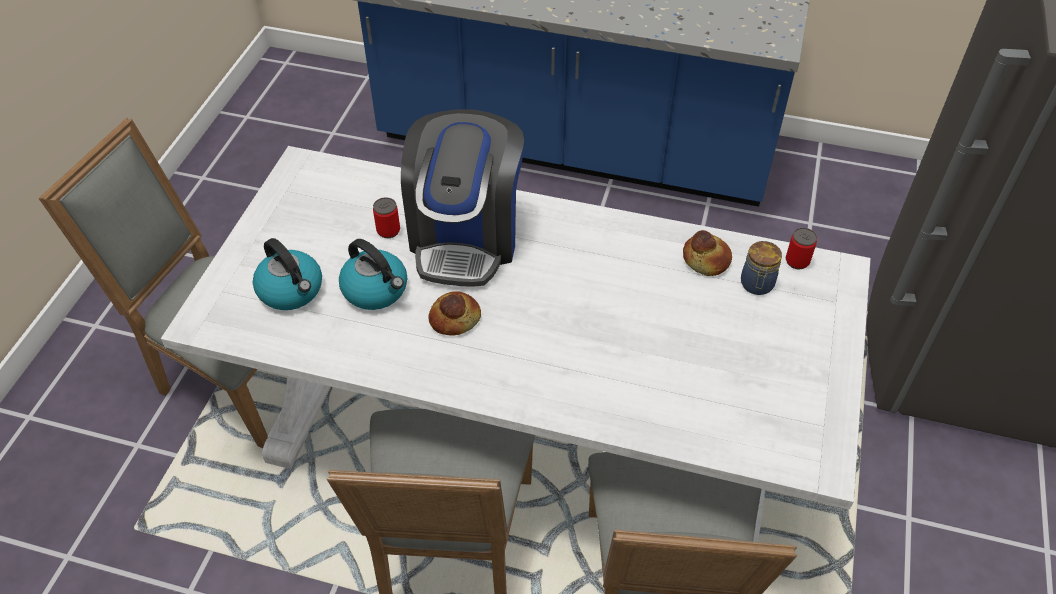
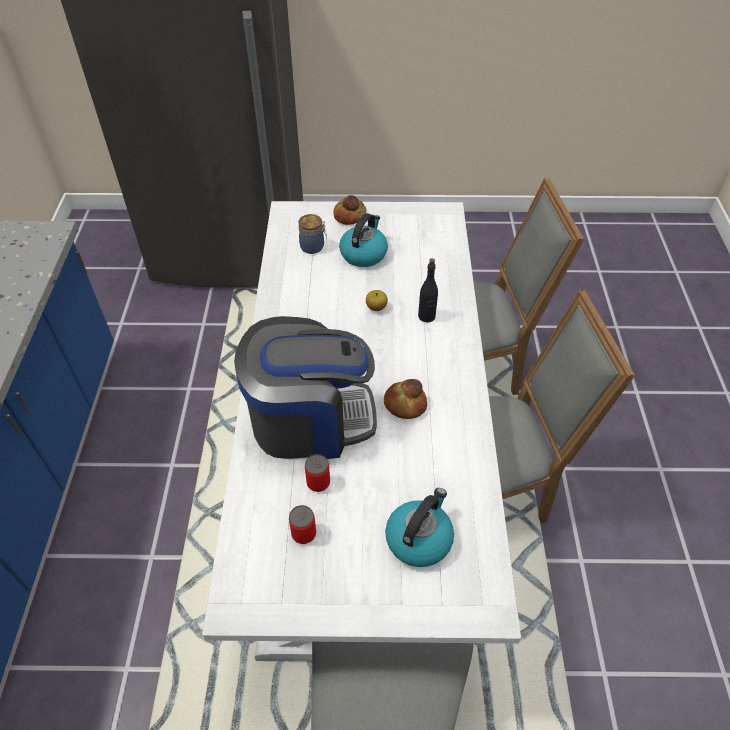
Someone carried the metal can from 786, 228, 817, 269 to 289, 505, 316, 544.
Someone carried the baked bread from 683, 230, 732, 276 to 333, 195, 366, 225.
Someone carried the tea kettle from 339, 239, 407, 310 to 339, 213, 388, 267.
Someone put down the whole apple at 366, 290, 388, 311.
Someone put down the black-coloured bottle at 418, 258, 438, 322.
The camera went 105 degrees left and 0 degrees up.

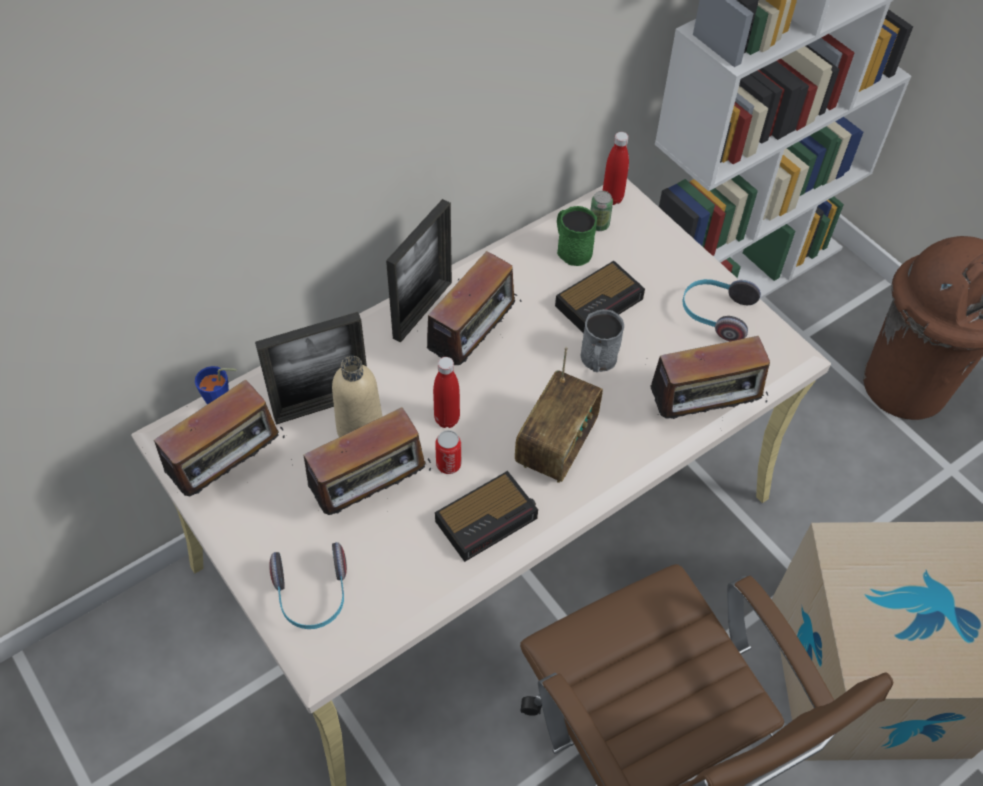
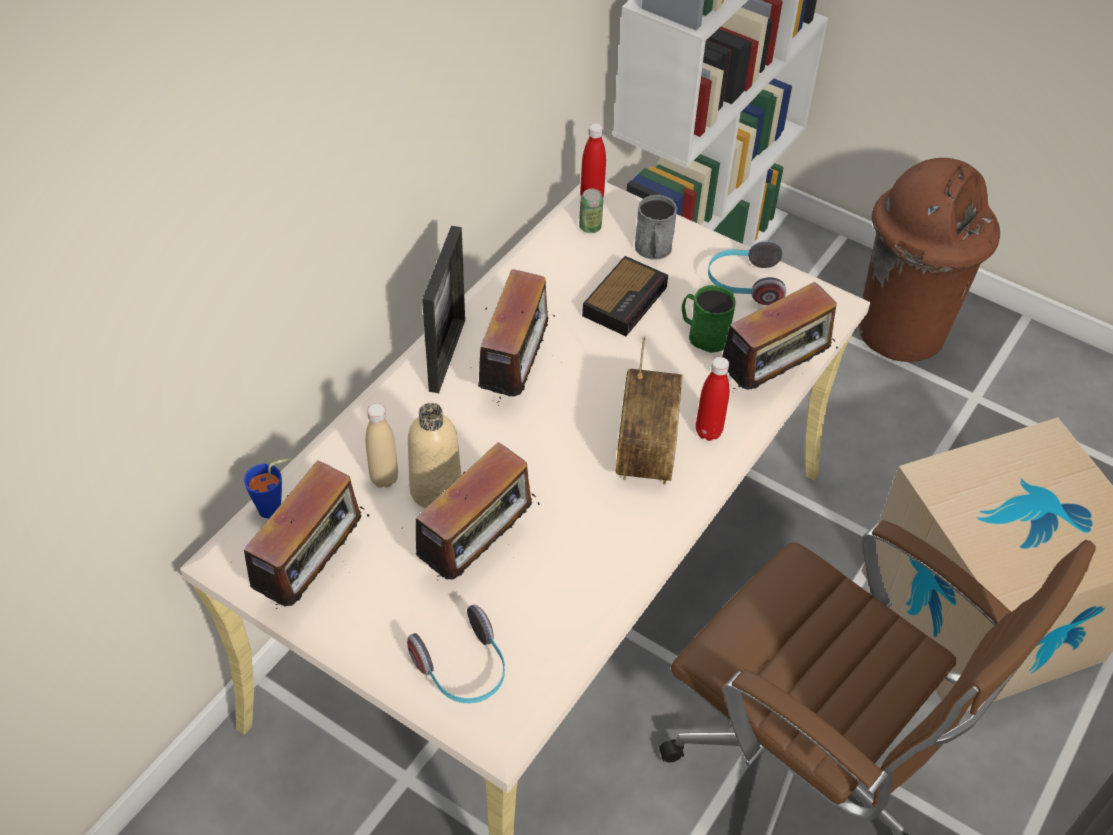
Someone swapped the standing frame at 255, 312, 367, 425 for the beige-coloured bottle at 365, 403, 398, 488.
Someone carried the grey mug from 580, 309, 624, 372 to 635, 195, 677, 260.
Someone carried the green-coloured mug from 557, 206, 597, 266 to 682, 285, 735, 353.
Someone carried the reddish bottle from 433, 357, 460, 428 to 696, 357, 729, 441.
Someone took away the metal can at 435, 430, 461, 474.
Someone took away the bedside clock at 435, 471, 538, 562.
The camera went 20 degrees left and 5 degrees down.

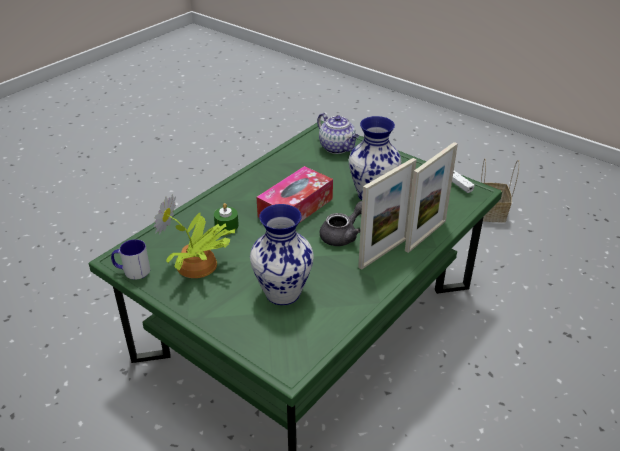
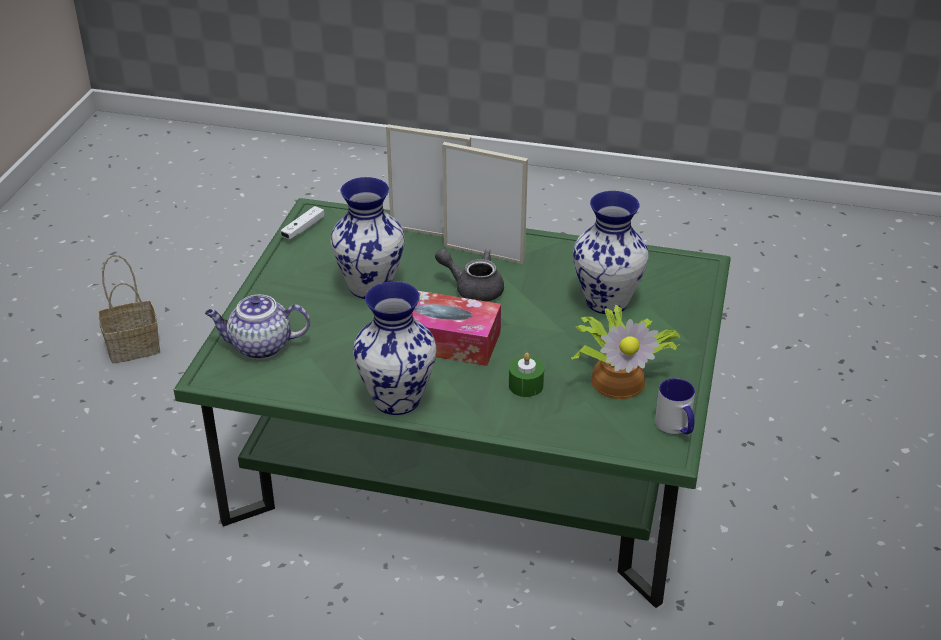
Someone rotated the tea pot at 317, 113, 359, 154 by 120 degrees counterclockwise.
Someone put down the vase at 353, 281, 436, 415.
The camera went 115 degrees left and 0 degrees up.

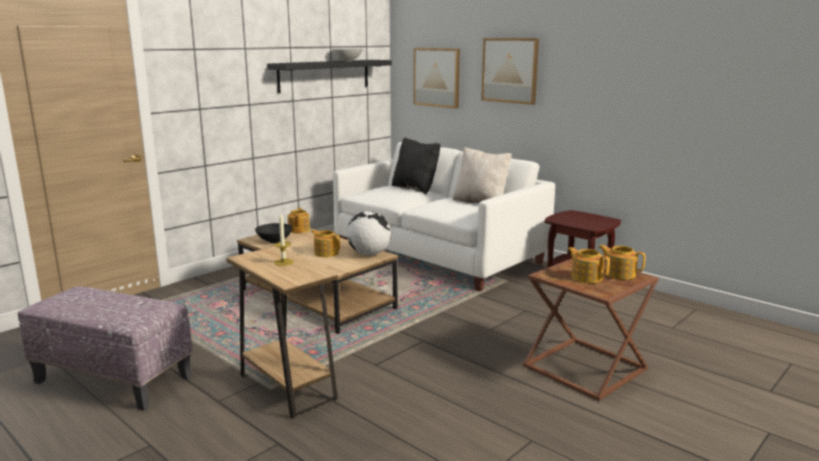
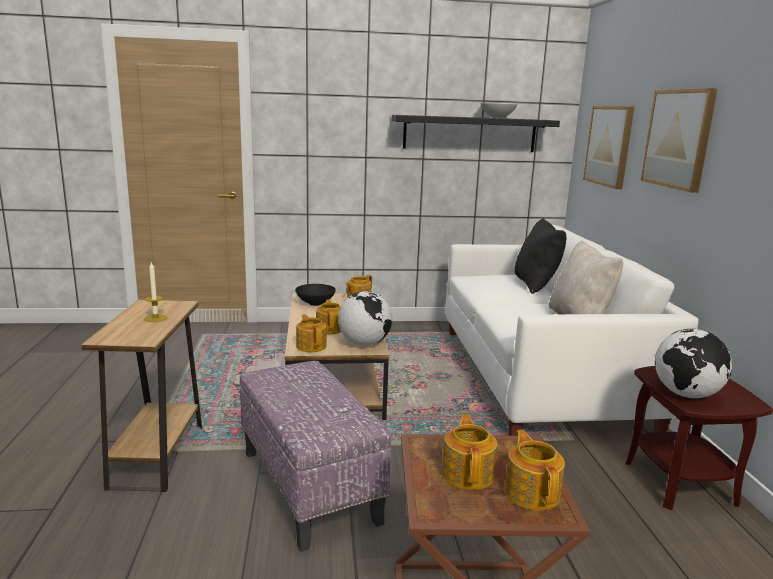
Someone carried the footrest from 18, 286, 193, 411 to 240, 361, 392, 552.
Someone put down the tea pot at 296, 314, 327, 352.
Someone put down the world globe at 655, 329, 732, 398.
The camera went 40 degrees right and 0 degrees up.

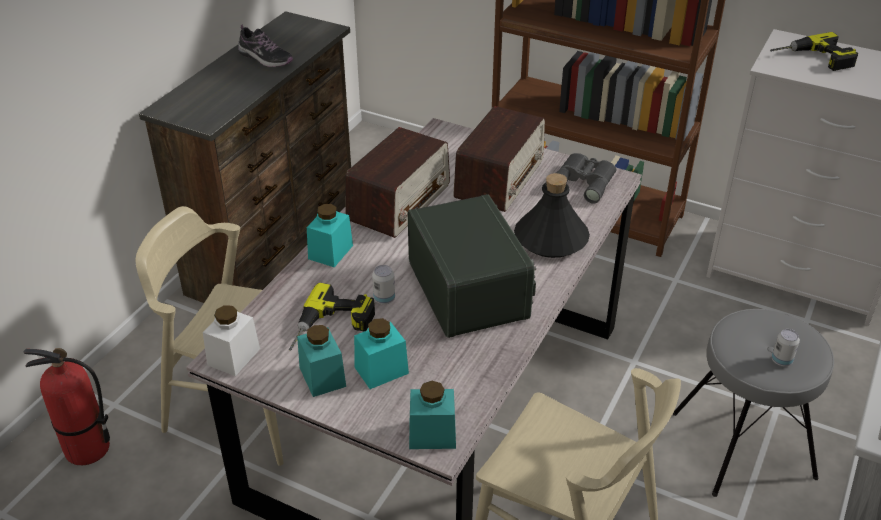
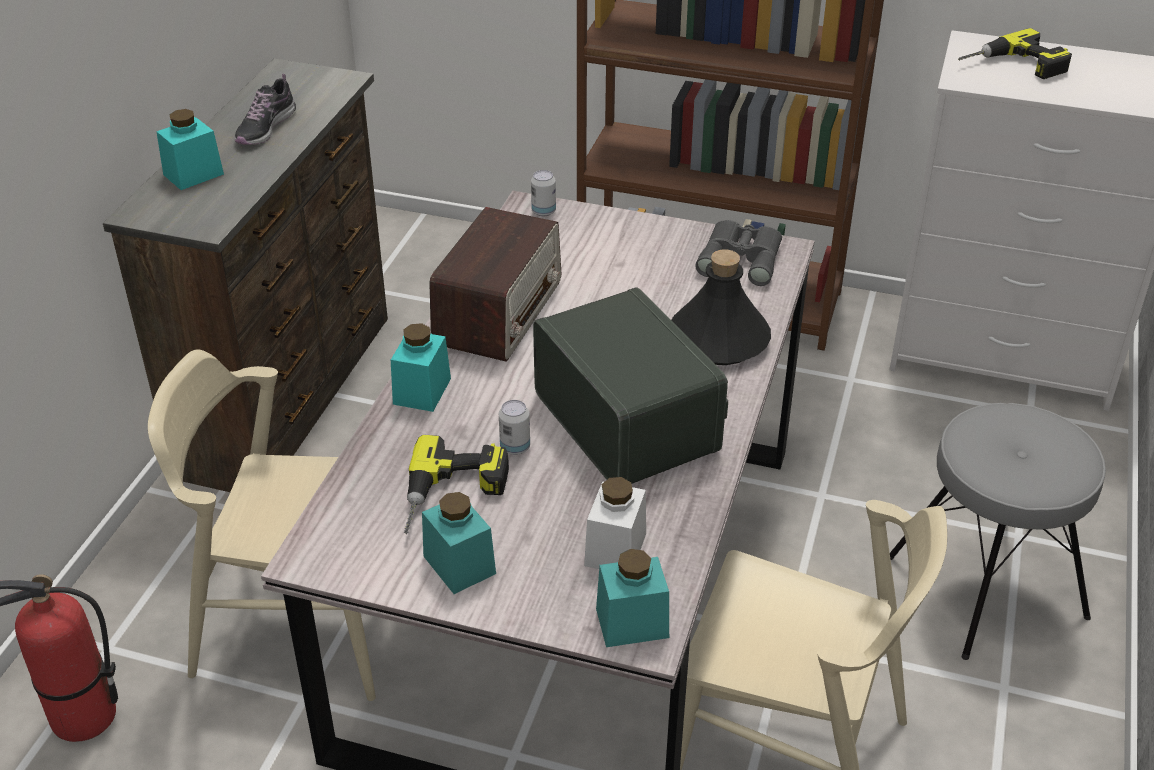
Someone carried the turquoise-coloured storage jar from 354, 318, 409, 389 to 156, 109, 224, 190.
Someone rotated the shoe at 238, 24, 293, 67 by 90 degrees clockwise.
Someone carried the metal can from 772, 329, 800, 366 to 531, 170, 556, 216.
Someone carried the white-coloured storage jar from 203, 305, 260, 376 to 584, 477, 646, 569.
Someone took away the radio receiver at 453, 106, 545, 212.
The camera went 10 degrees left and 0 degrees up.

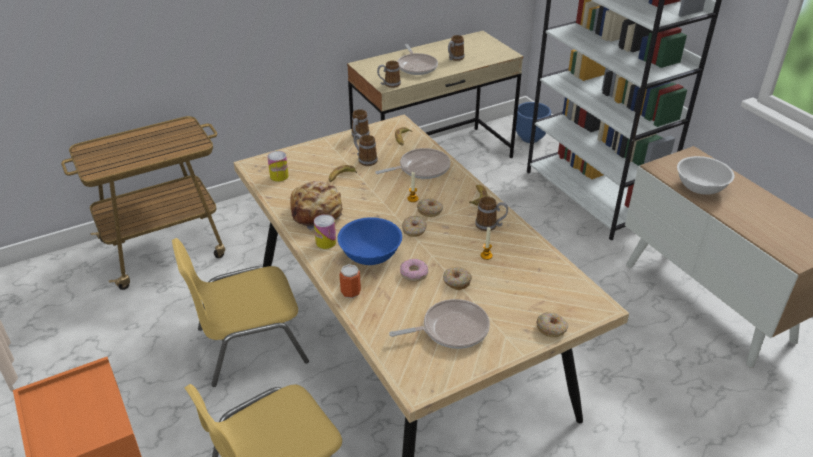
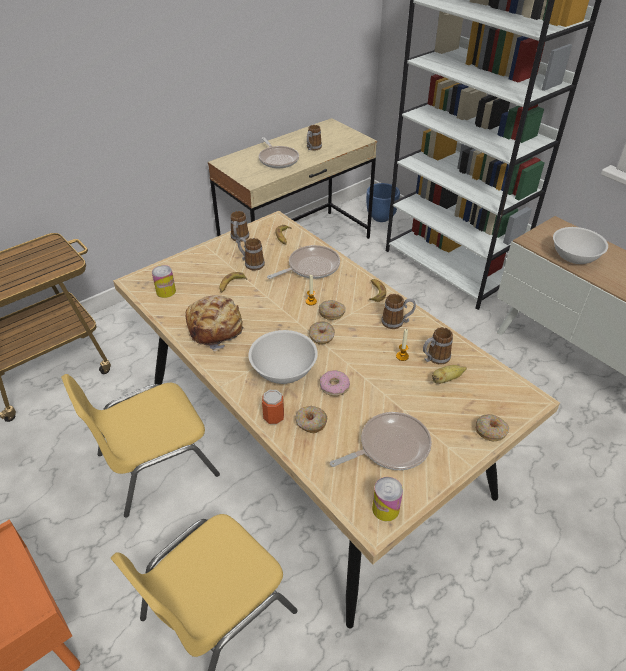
Someone repainted the blue bowl at 337, 217, 402, 265, which became the white-coloured bowl at 248, 330, 318, 384.
Someone carried the ring doughnut from 443, 267, 472, 290 to 295, 406, 327, 433.
Someone carried the metal can from 314, 214, 336, 249 to 372, 477, 403, 521.
Someone carried the mug from 377, 61, 401, 88 to 423, 327, 453, 365.
Someone put down the whole banana at 432, 365, 467, 384.
The camera went 10 degrees left and 5 degrees up.

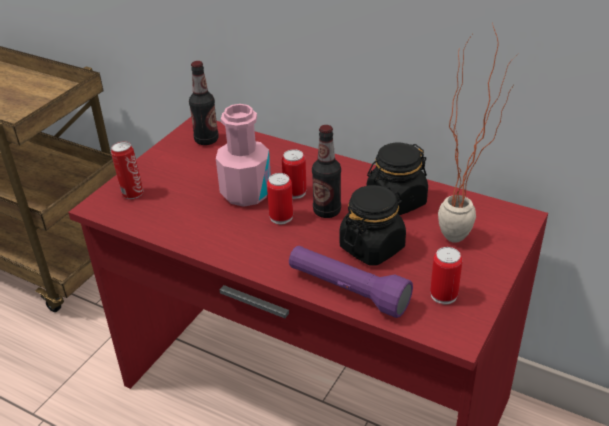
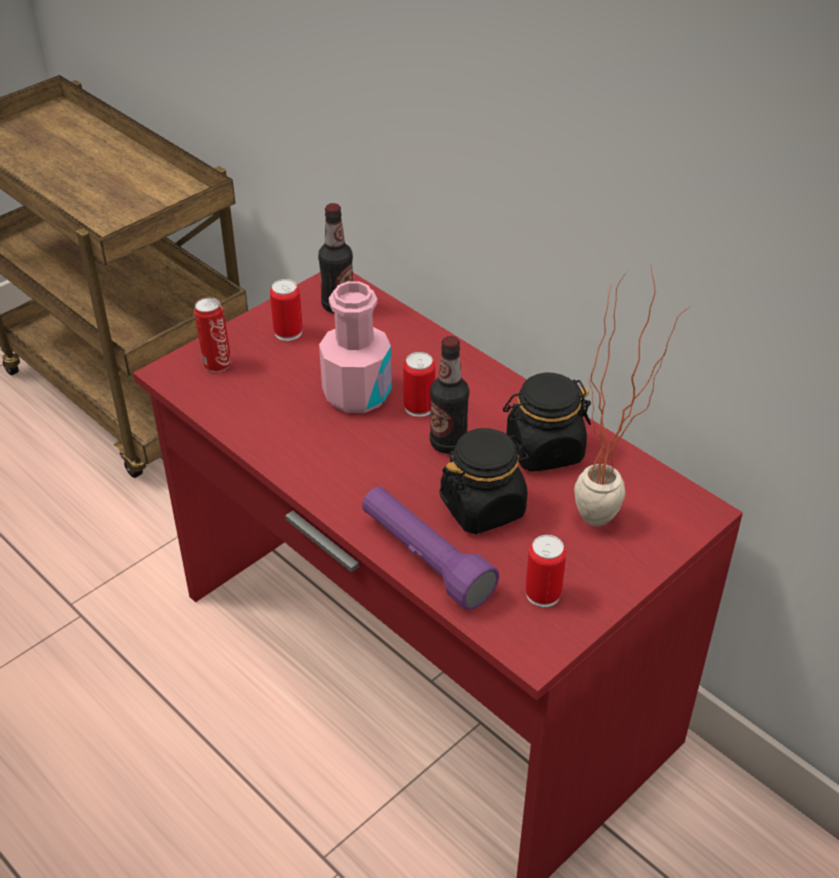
Someone carried the metal can from 267, 173, 293, 224 to 270, 279, 303, 341.
The camera went 15 degrees right and 5 degrees up.

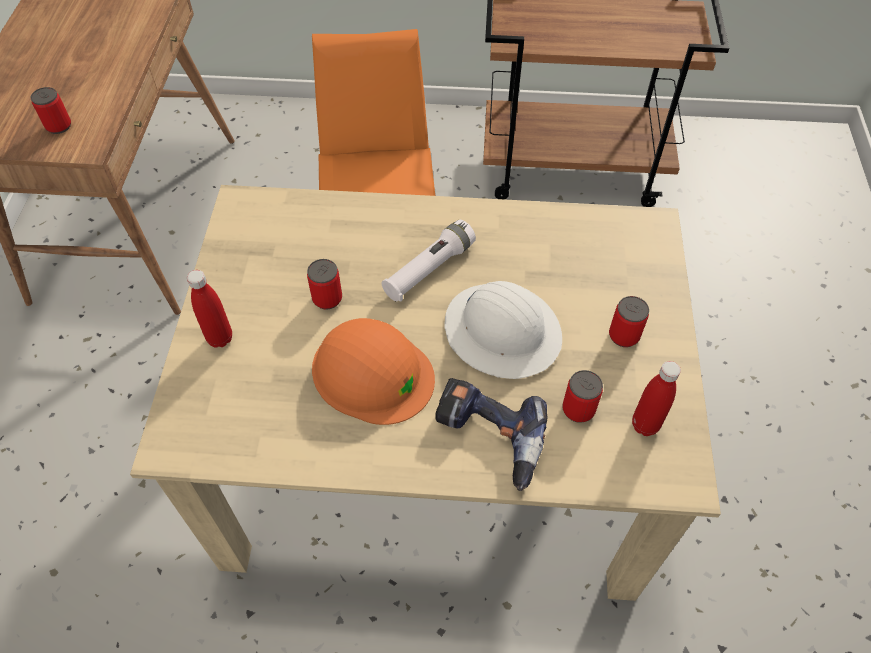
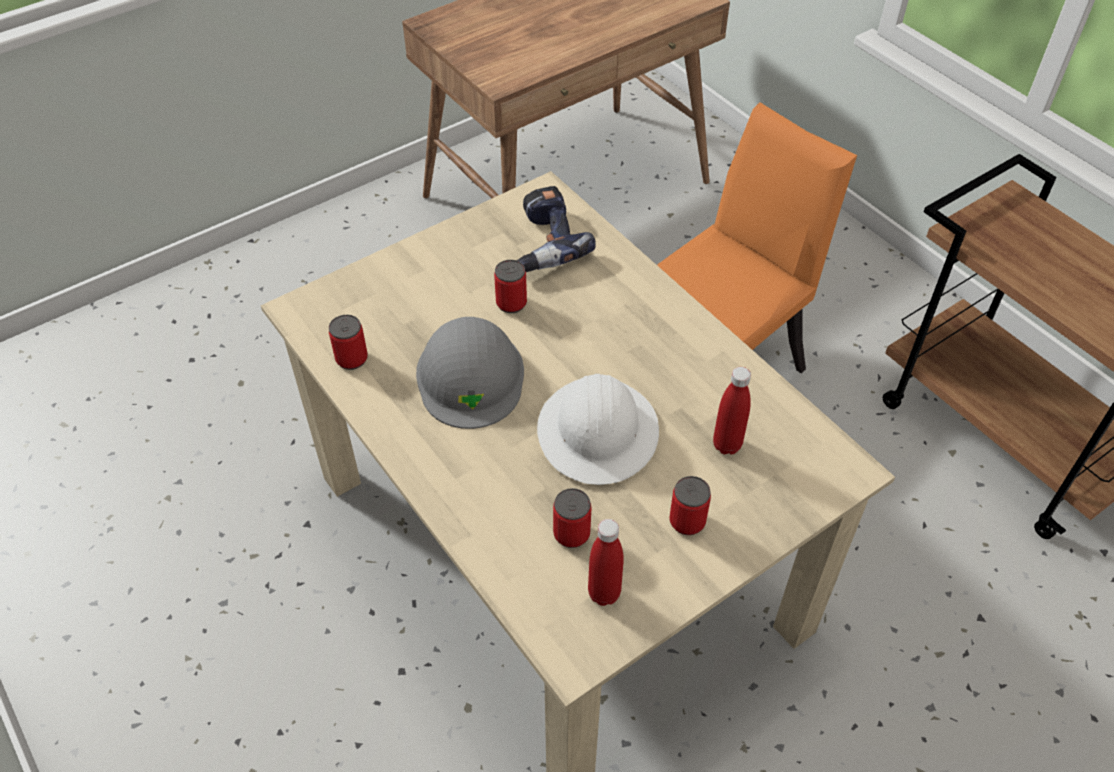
Someone carried the metal can from 30, 87, 71, 134 to 329, 315, 368, 370.
Someone repainted the orange-coloured work helmet at 312, 318, 435, 425, which became the grey work helmet at 416, 317, 524, 429.
Someone carried the electric drill from 435, 378, 548, 491 to 517, 186, 596, 272.
Someone carried the reddish bottle from 187, 270, 232, 348 to 713, 367, 751, 455.
Someone took away the white-coloured flashlight at 382, 220, 476, 302.
The camera went 50 degrees right and 5 degrees down.

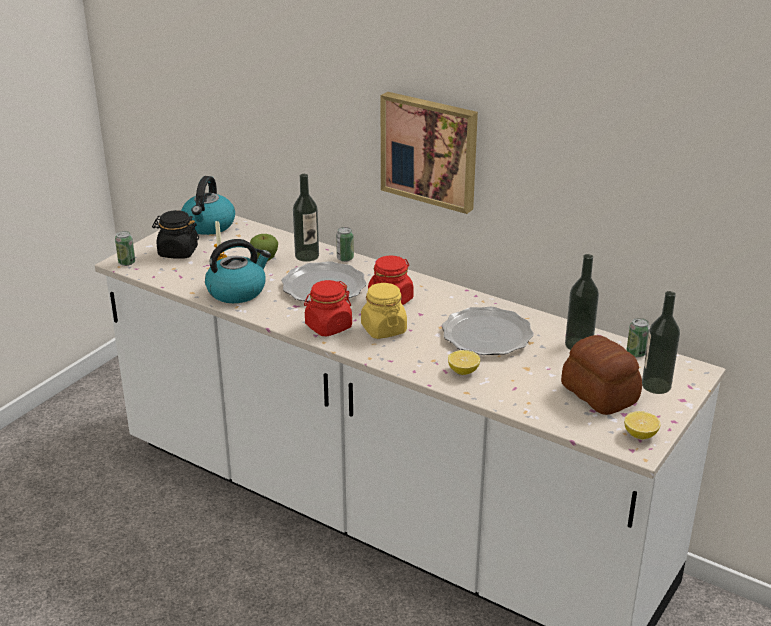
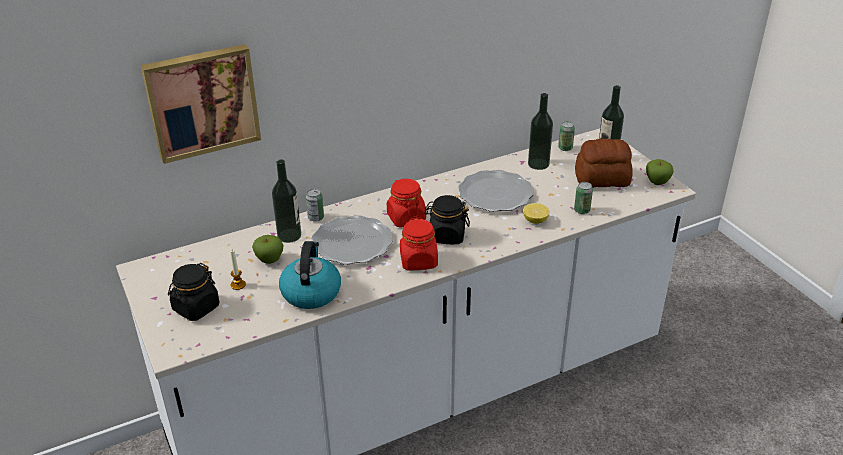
Someone carried the wall picture from 381, 92, 478, 214 to 141, 44, 261, 164.
Someone repainted the yellow-coloured storage jar at 361, 283, 407, 339, which became the black-coloured storage jar at 424, 195, 470, 244.
Someone carried the metal can from 115, 231, 135, 266 to 574, 182, 593, 214.
Someone swapped the citrus fruit at 624, 411, 660, 439 for the whole apple at 646, 159, 674, 185.
Someone took away the tea kettle at 181, 176, 235, 235.
The camera went 60 degrees left and 5 degrees up.

